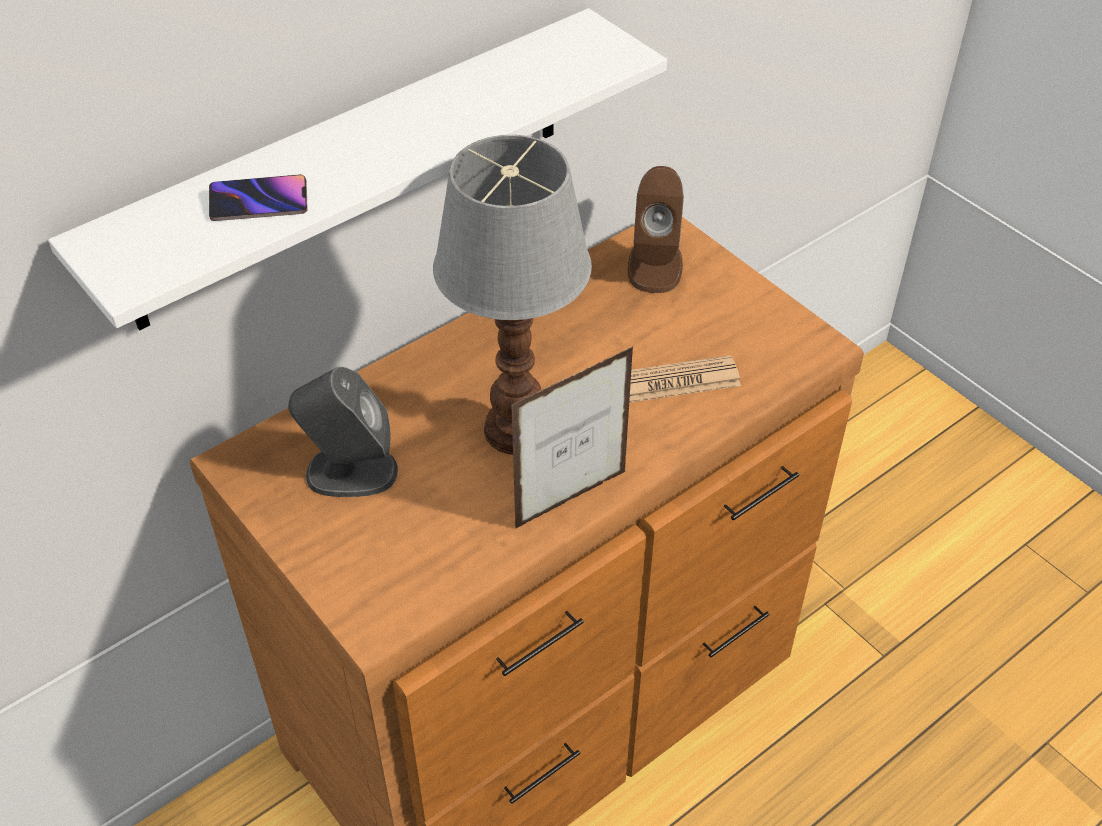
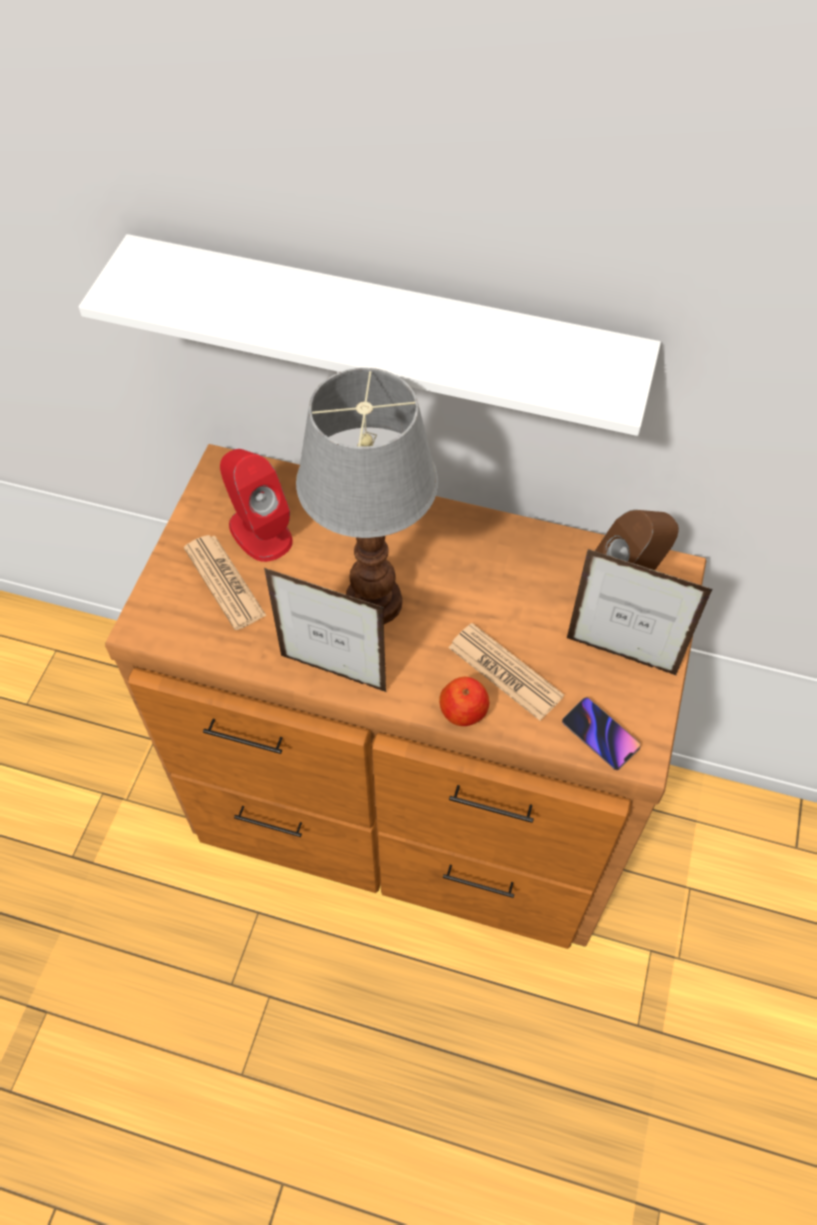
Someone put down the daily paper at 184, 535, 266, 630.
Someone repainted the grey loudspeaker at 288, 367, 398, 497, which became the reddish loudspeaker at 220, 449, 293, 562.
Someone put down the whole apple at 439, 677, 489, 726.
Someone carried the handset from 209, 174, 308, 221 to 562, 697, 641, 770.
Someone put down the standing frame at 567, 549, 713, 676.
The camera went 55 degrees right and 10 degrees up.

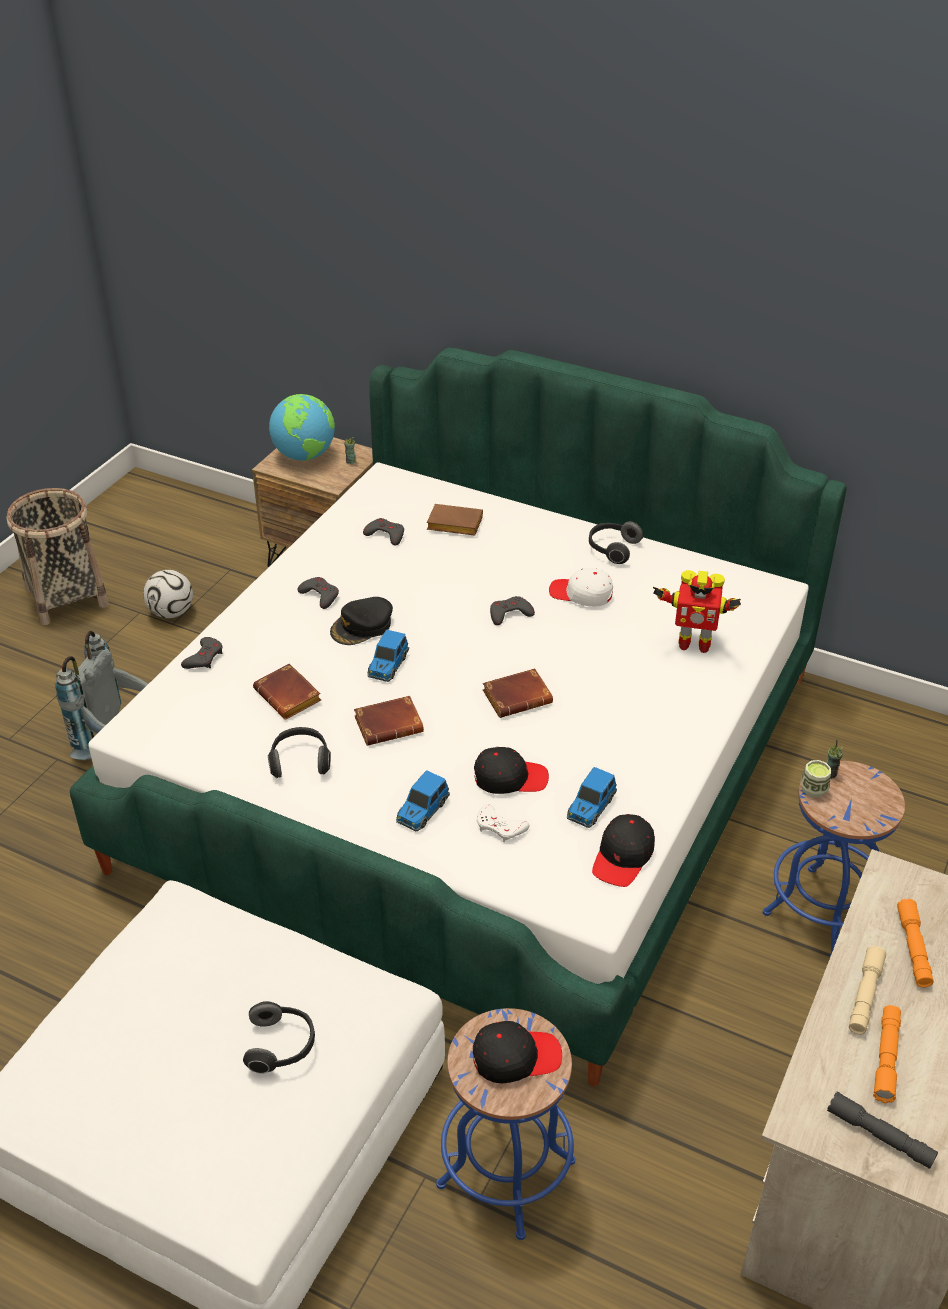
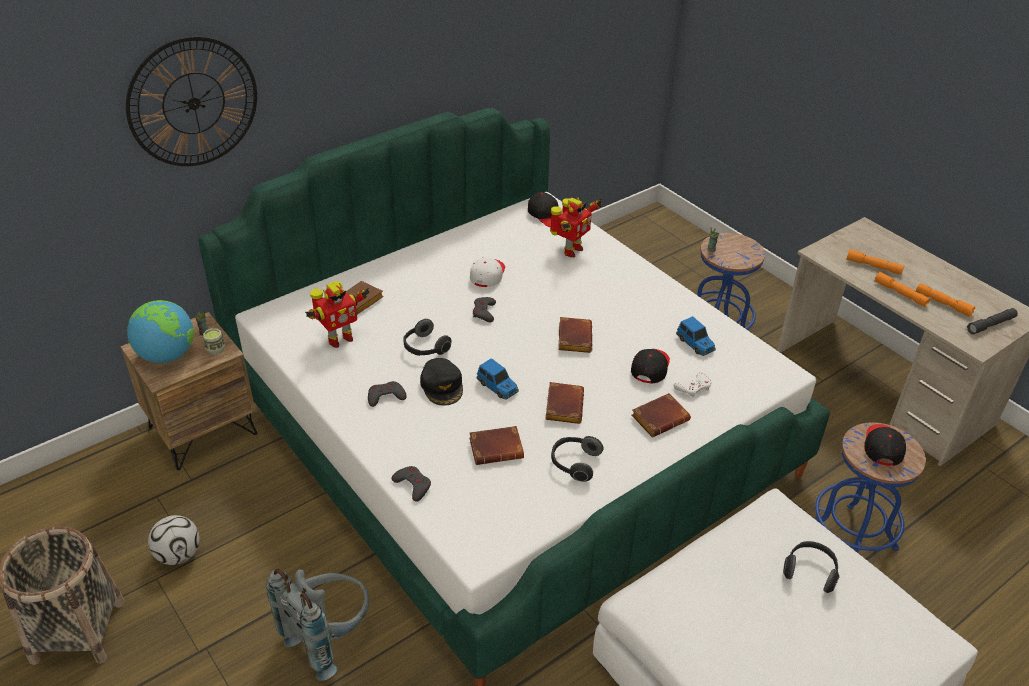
Someone put up the wall clock at 126, 37, 257, 166.
Someone carried the small cup from 801, 760, 831, 798 to 203, 328, 225, 355.
Someone swapped the grey game controller at 363, 518, 404, 546 for the robot figure at 305, 281, 370, 348.
Someone carried the pair of headphones from 589, 521, 643, 564 to 404, 319, 452, 356.
Someone rotated the white-coloured cap at 549, 568, 613, 607 by 150 degrees clockwise.
Someone carried the black-coloured cap from 592, 814, 655, 887 to 528, 192, 559, 227.
Someone swapped the miniature car at 396, 770, 450, 831 for the brownish volume at 632, 393, 691, 437.
Someone repainted the beige-coloured flashlight at 849, 945, 886, 1035, which became the orange-coloured flashlight at 874, 272, 930, 307.
The camera went 65 degrees left and 0 degrees up.

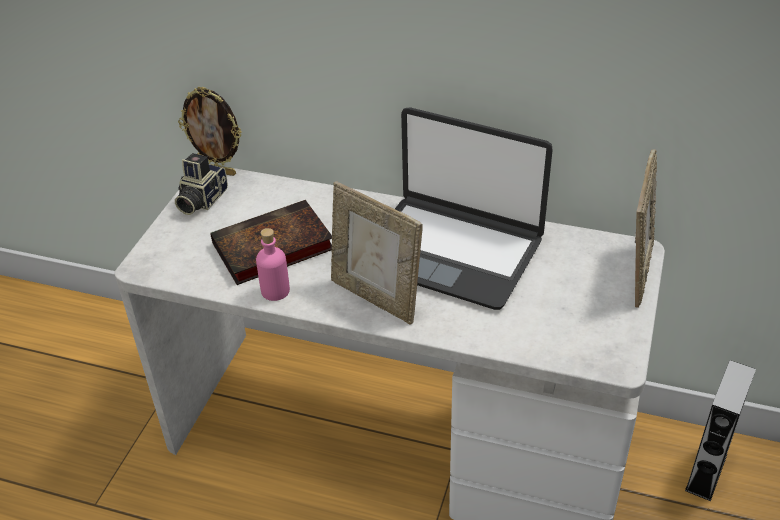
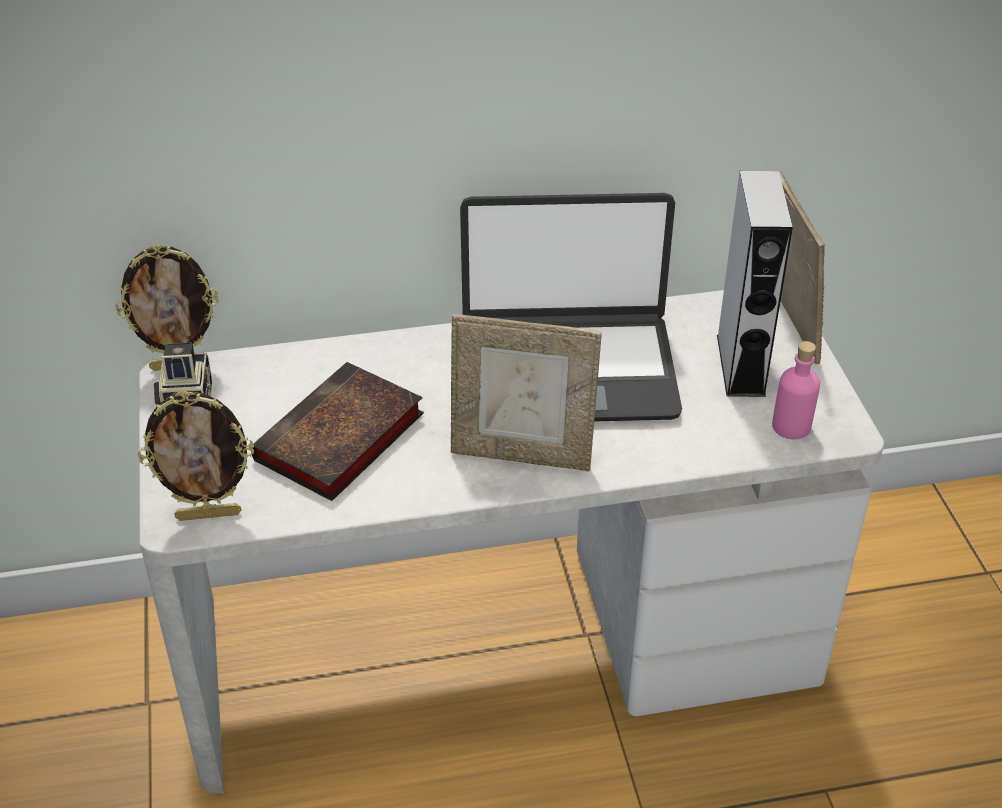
Someone put down the standing frame at 138, 391, 254, 521.
Someone carried the grey loudspeaker from 685, 360, 756, 501 to 717, 171, 793, 397.
Someone carried the pink-coloured bottle from 256, 228, 290, 301 to 772, 341, 820, 440.
The camera went 30 degrees left and 0 degrees up.

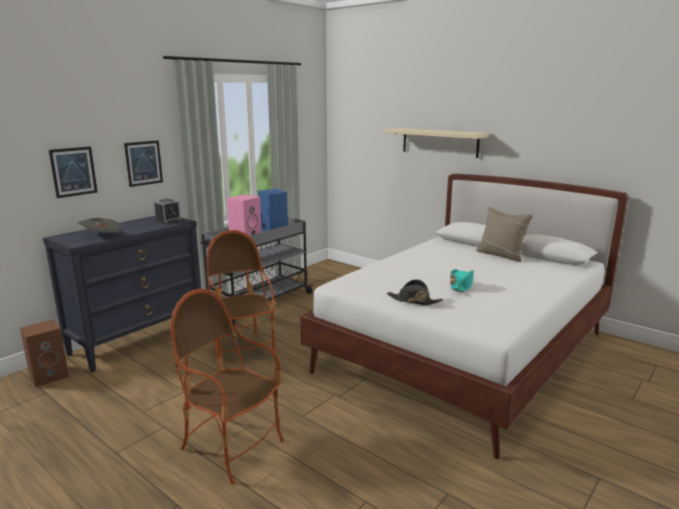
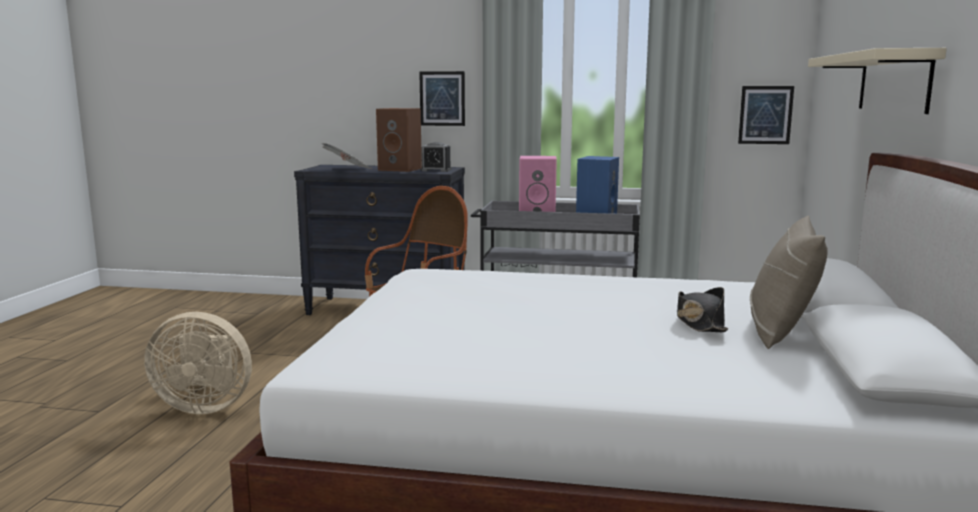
Someone swapped the easy chair at 170, 289, 284, 485 for the beige-coloured cooling fan at 144, 312, 252, 414.
Someone carried the brownish loudspeaker from 20, 319, 69, 387 to 376, 108, 422, 172.
Someone carried the black-coloured hat from 387, 279, 443, 306 to 677, 287, 728, 332.
Someone carried the wall picture from 49, 146, 97, 198 to 738, 86, 794, 144.
Someone took away the turquoise-coloured hat at 450, 269, 474, 292.
The camera went 60 degrees right and 5 degrees down.

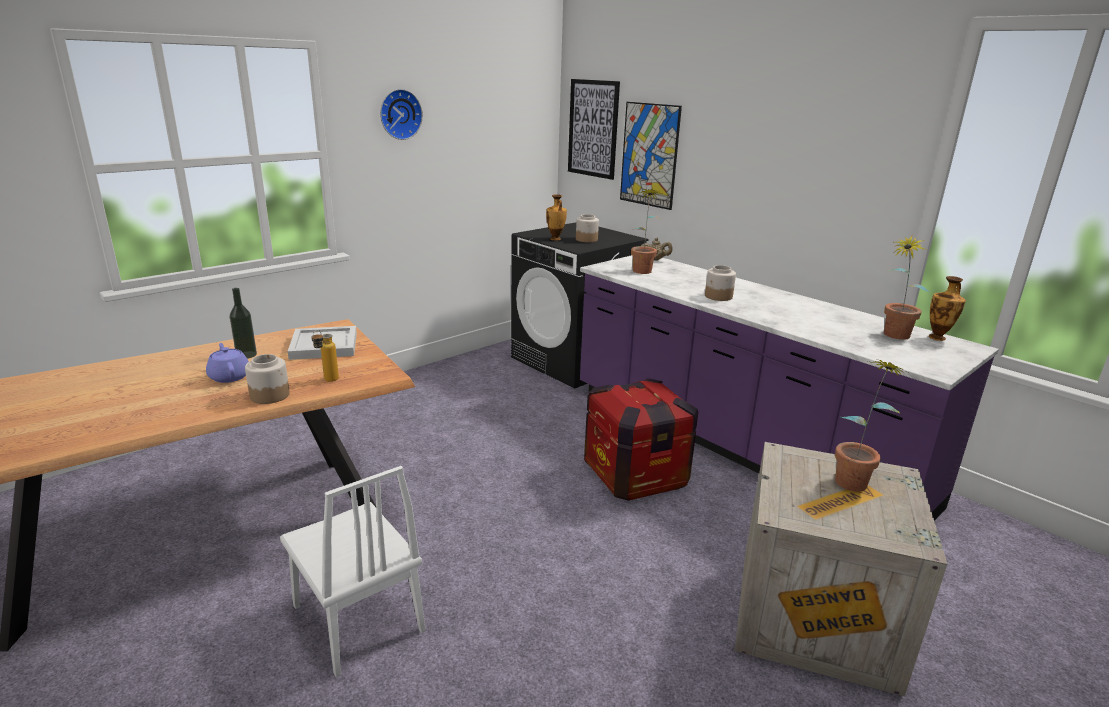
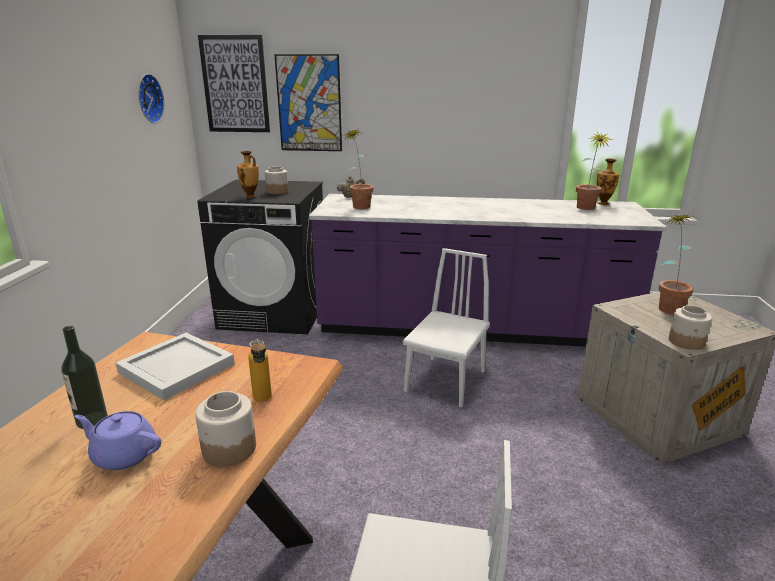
Someone carried the wall clock from 380, 89, 423, 140 to 138, 74, 164, 124.
Someone swapped the shipping crate at 584, 379, 698, 501 for the white-coloured chair at 403, 248, 490, 408.
Someone carried the storage jar from 705, 265, 736, 301 to 669, 305, 712, 350.
The camera went 40 degrees left and 0 degrees up.

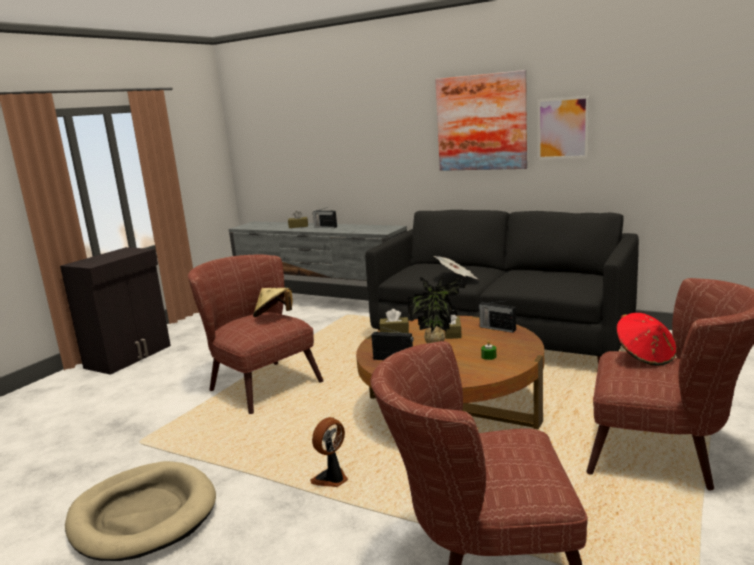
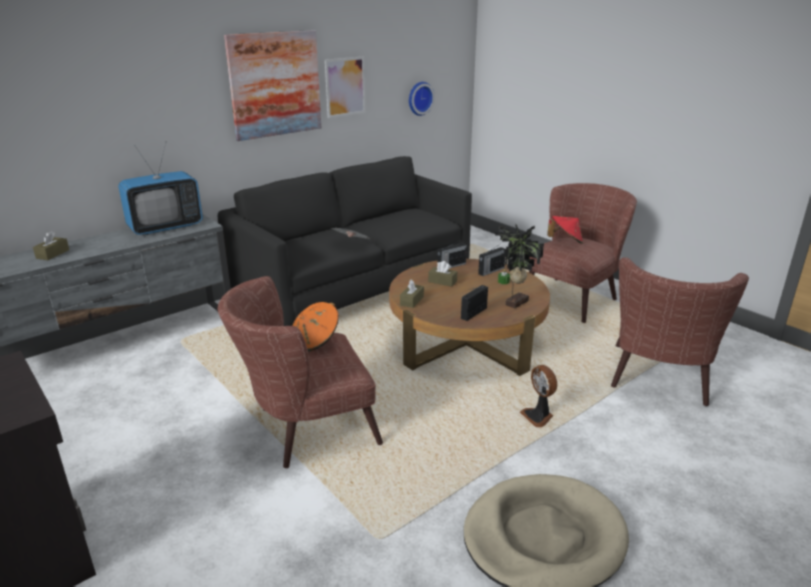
Someone put down the television at 118, 143, 203, 235.
Someone repainted the beige-coloured hat at 253, 288, 293, 317, which became the orange-coloured hat at 292, 302, 339, 352.
Someone put up the wall clock at 409, 82, 435, 116.
Someone carried the radio receiver from 313, 207, 337, 228 to 478, 244, 506, 276.
The camera went 70 degrees left and 10 degrees up.

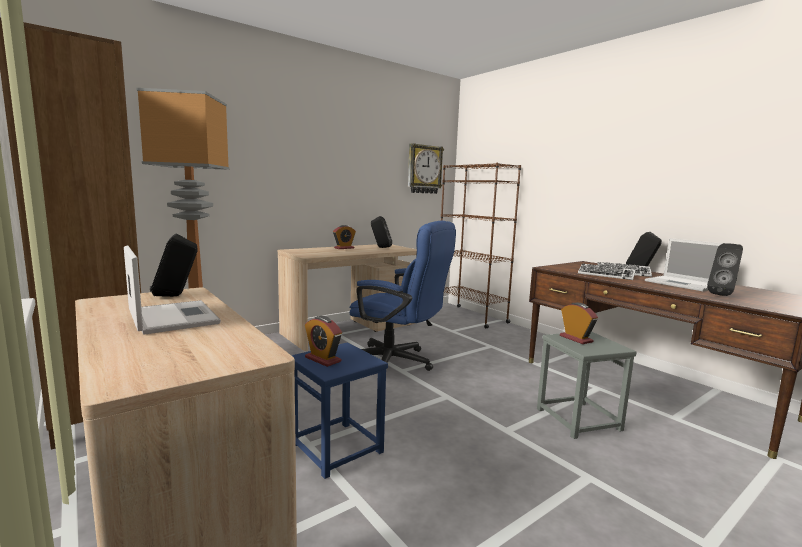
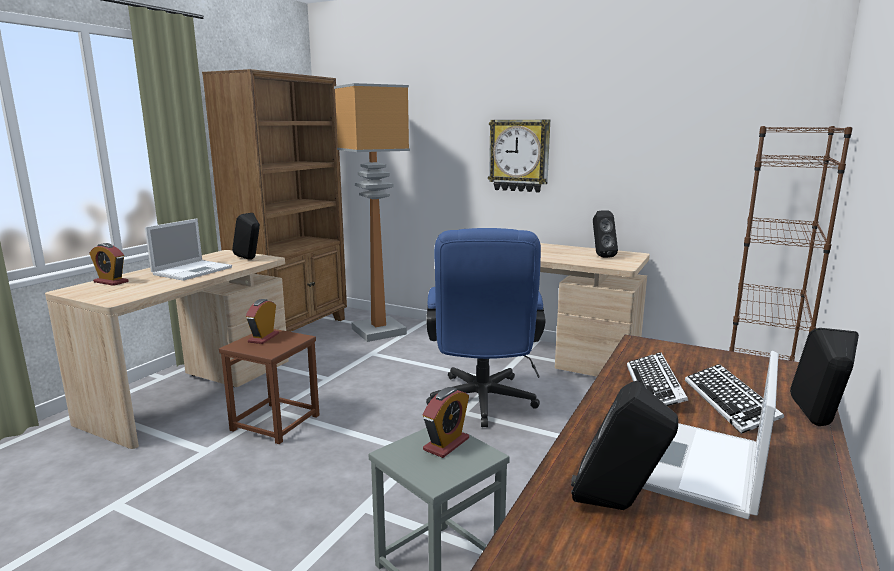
Someone carried the bedside clock from 333, 225, 356, 249 to 89, 243, 128, 286.
Someone repainted the blue stool seat at 291, 342, 388, 479, which became the brownish stool seat at 219, 329, 319, 444.
Someone carried the wall clock from 408, 143, 444, 194 to 488, 120, 550, 192.
The camera went 65 degrees right and 5 degrees up.

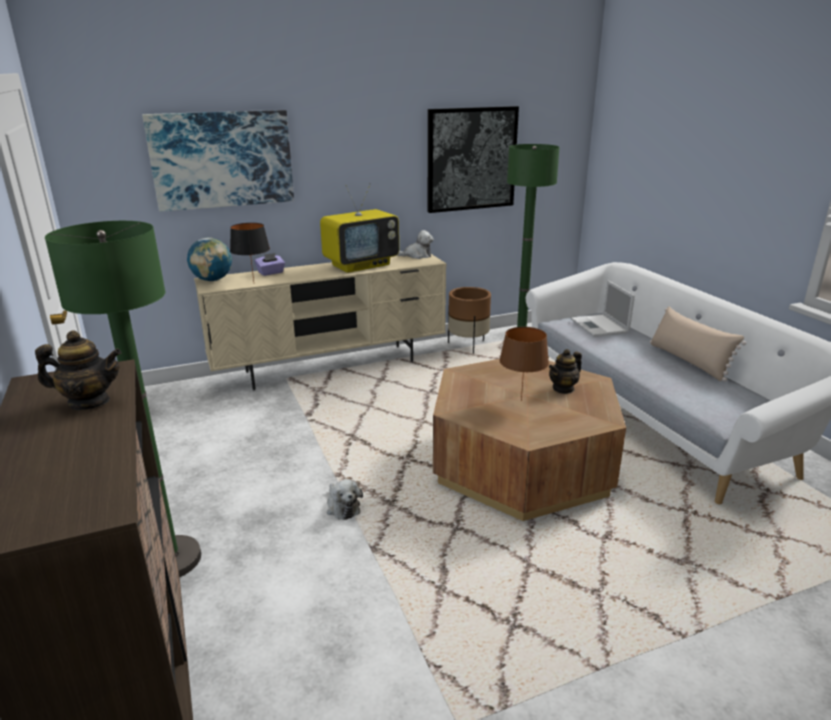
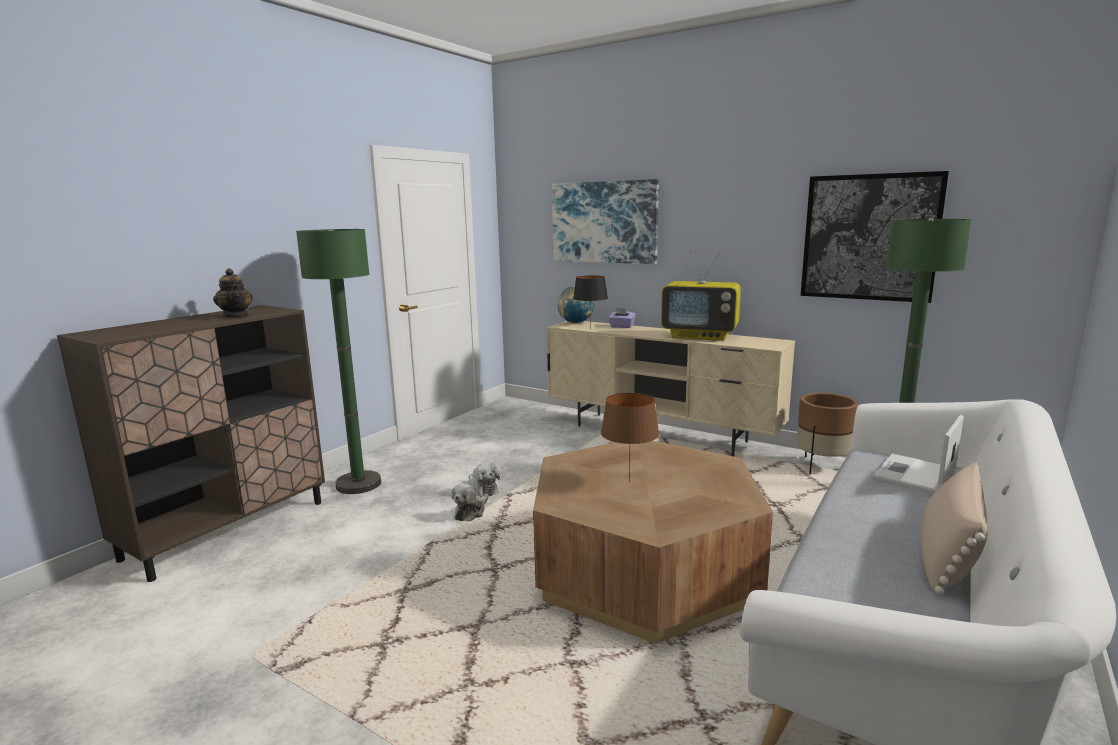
Someone carried the plush toy from 397, 230, 434, 259 to 469, 462, 500, 497.
Someone took away the tea pot at 549, 349, 582, 394.
The camera went 55 degrees right and 10 degrees down.

